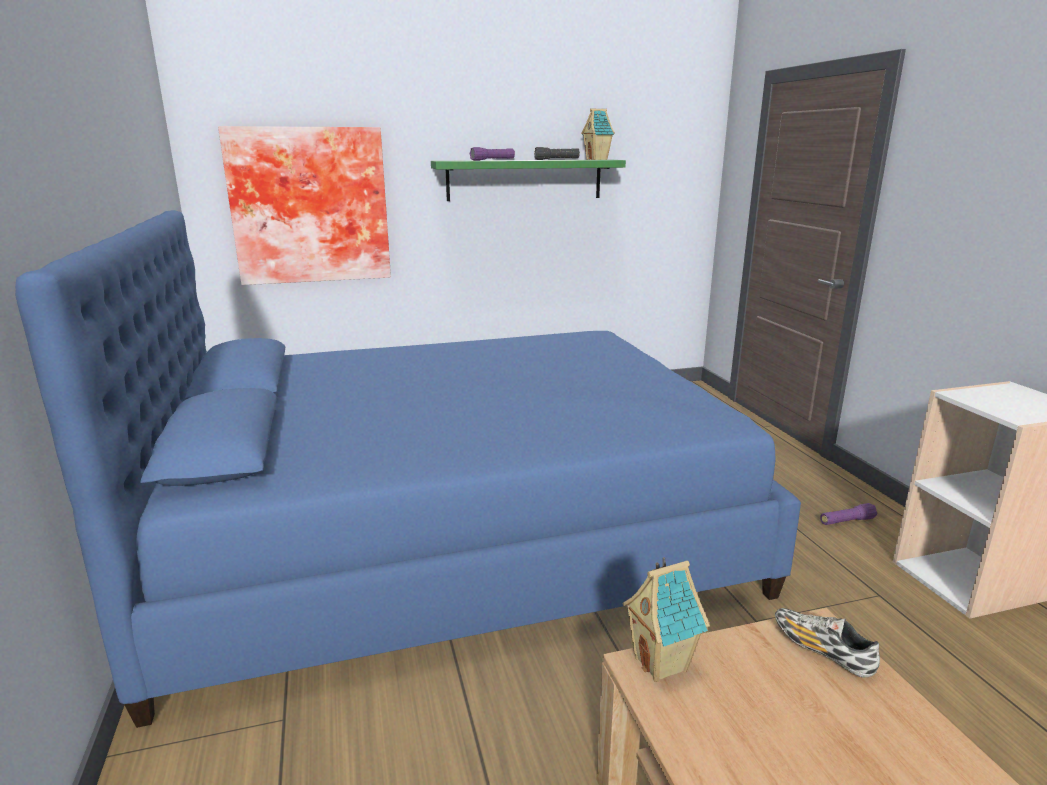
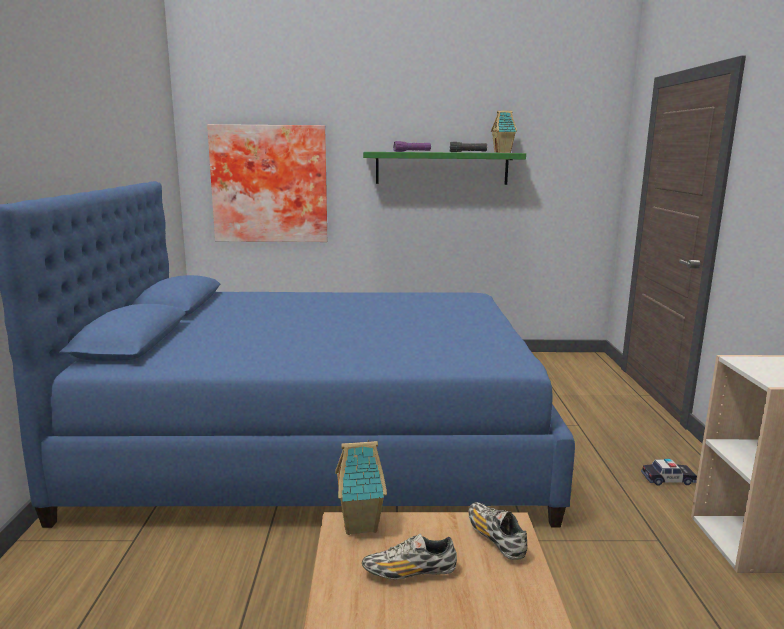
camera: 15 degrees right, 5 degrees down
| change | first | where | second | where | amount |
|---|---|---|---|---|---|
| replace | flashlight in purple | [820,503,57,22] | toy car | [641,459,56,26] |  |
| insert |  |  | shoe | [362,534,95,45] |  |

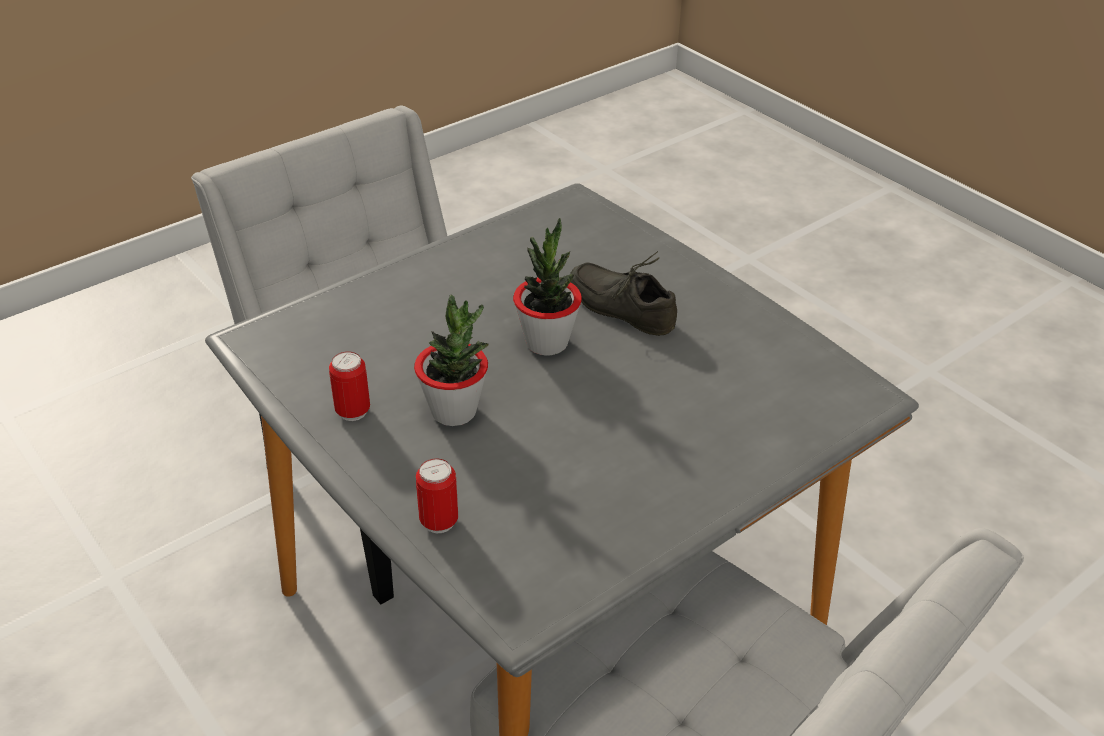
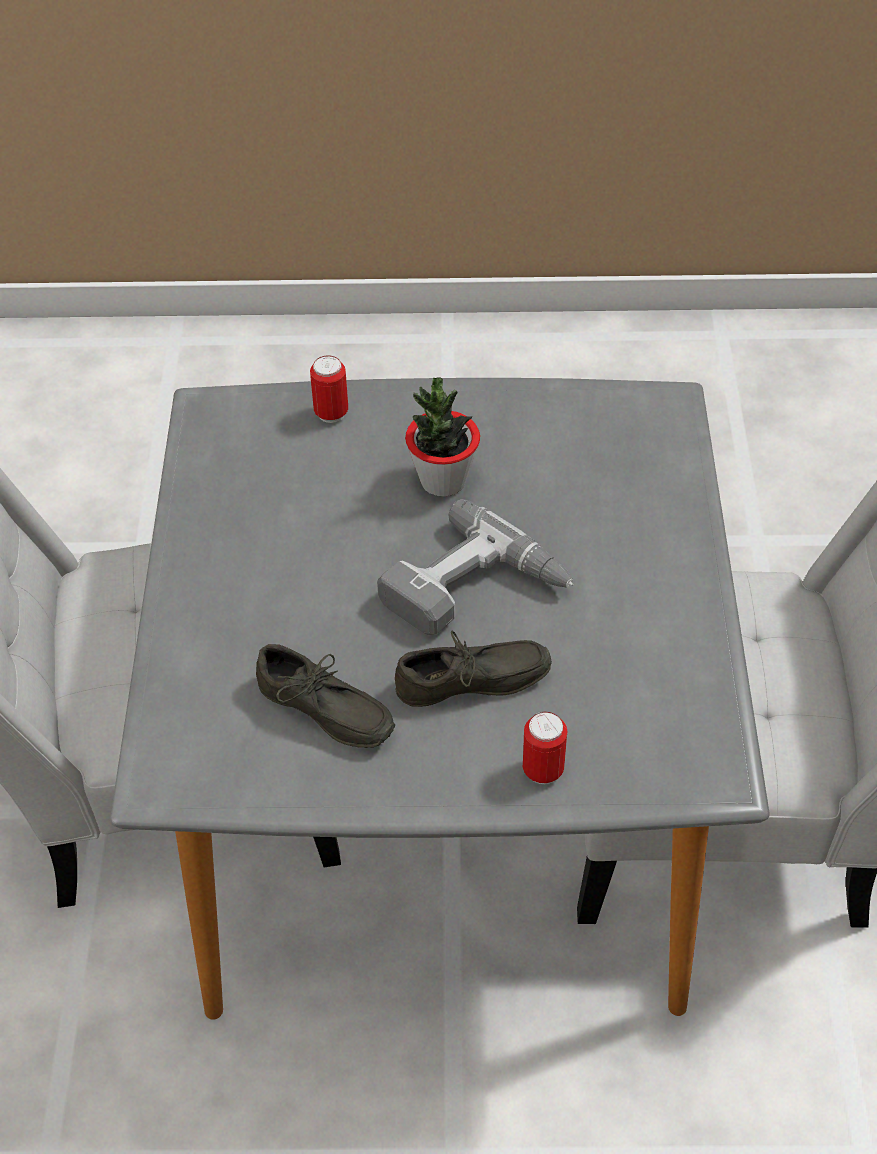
camera: 130 degrees right, 10 degrees up
| change | first | where | second | where | amount |
|---|---|---|---|---|---|
| move | can | [329,351,41,70] |  | [523,712,44,72] |  |
| replace | potted plant | [513,218,69,138] | power drill | [377,499,196,136] |  |
| insert |  |  | shoe in grey | [256,644,139,104] |  |

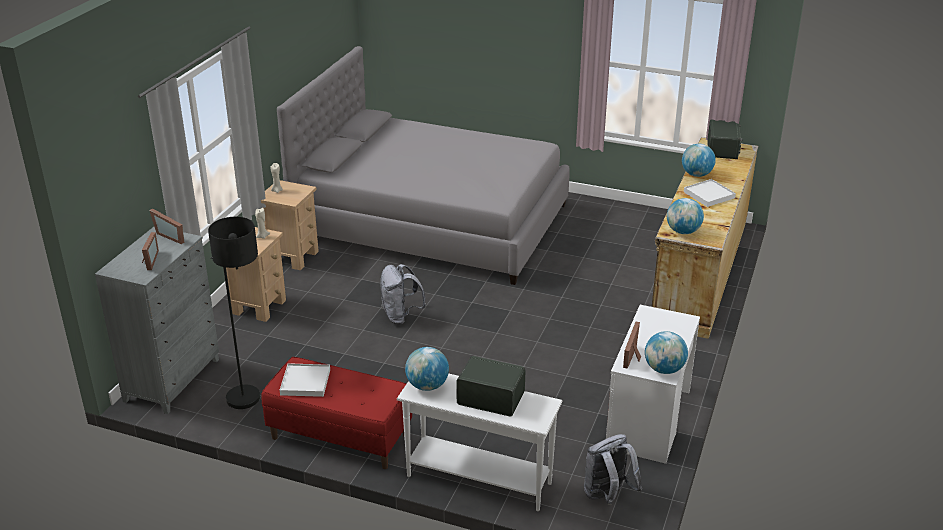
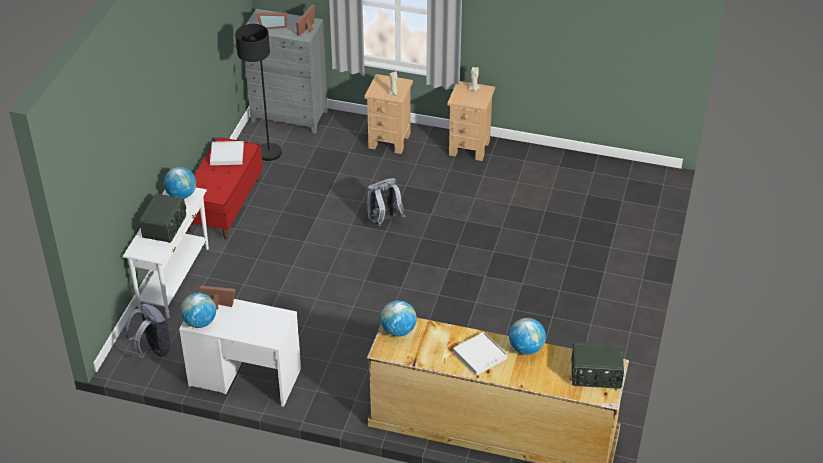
camera: 85 degrees right, 10 degrees up
| change | first | where | second | where | amount |
|---|---|---|---|---|---|
| delete | bed in grey | [277,46,293,239] |  |  |  |

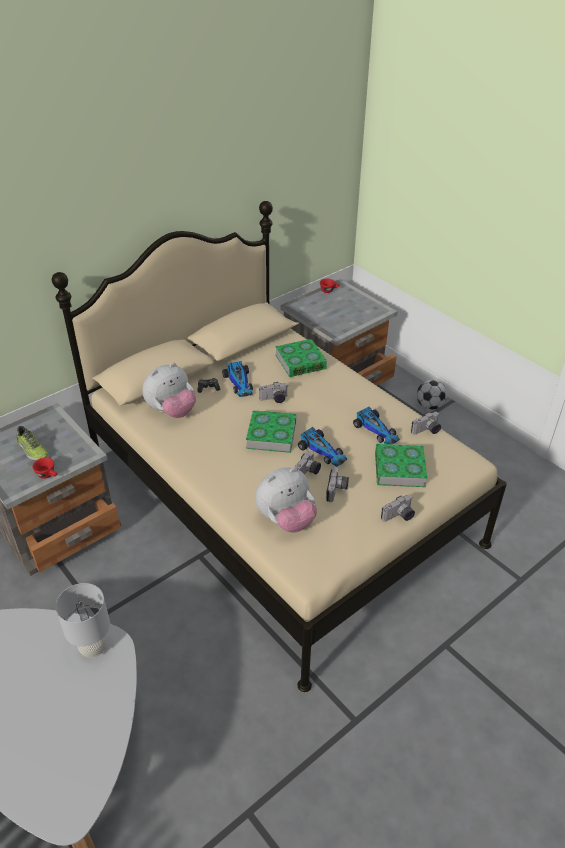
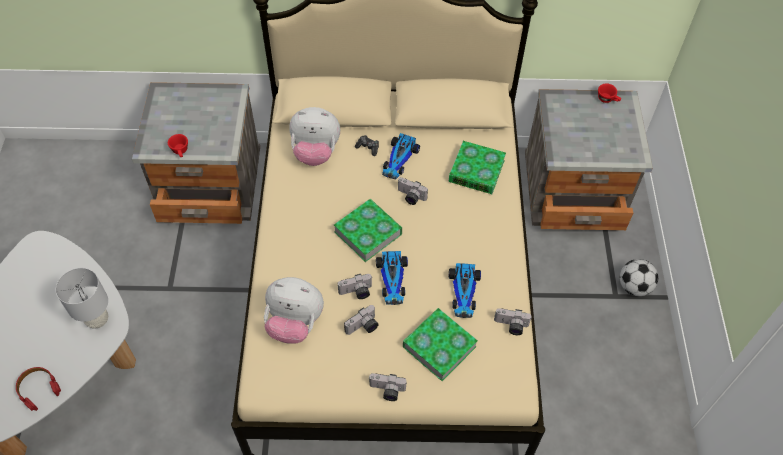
camera: 40 degrees right, 15 degrees up
| change | first | where | second | where | amount |
|---|---|---|---|---|---|
| delete | shoe | [16,426,33,34] |  |  |  |
| insert |  |  | headphones in red | [16,367,45,44] |  |

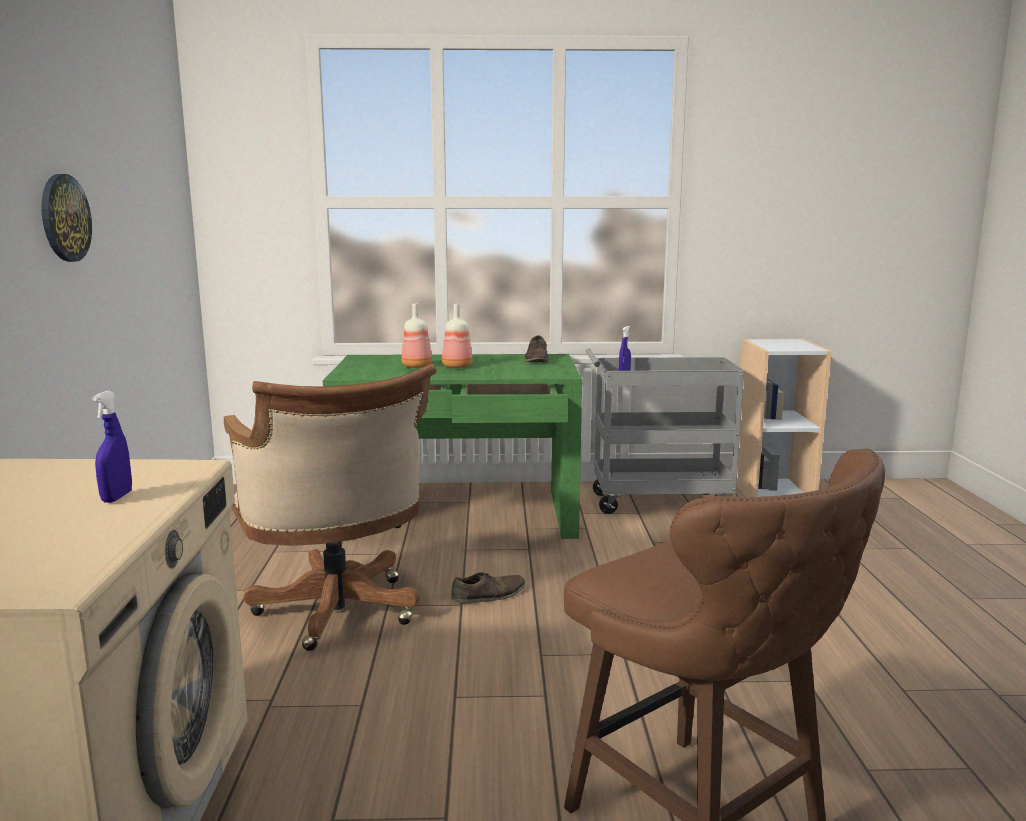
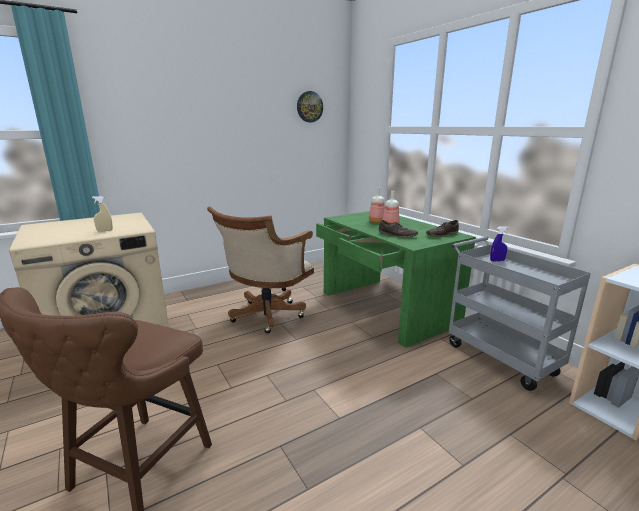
camera: 60 degrees right, 5 degrees up
| change | first | where | second | where | amount |
|---|---|---|---|---|---|
| move | wall clock | [41,174,51,88] |  | [297,91,26,31] |  |
| recolor | spray bottle in blue | [92,391,40,112] | spray bottle in beige | [92,196,21,36] |  |
| move | shoe in brown | [451,572,74,32] |  | [379,220,39,18] |  |

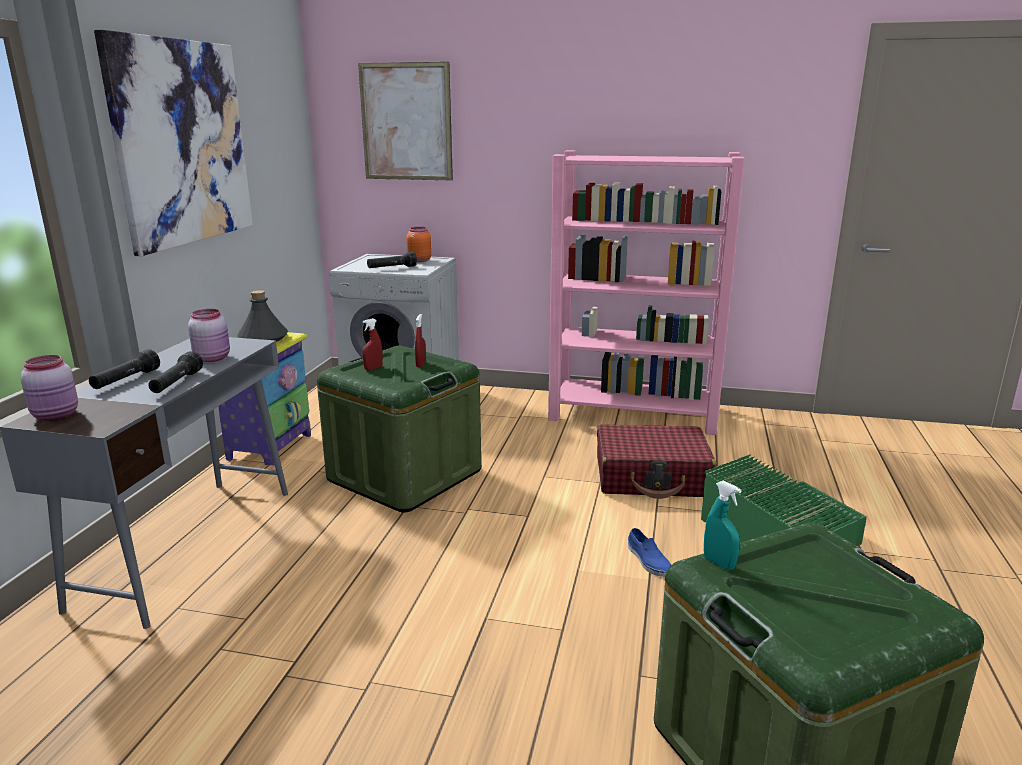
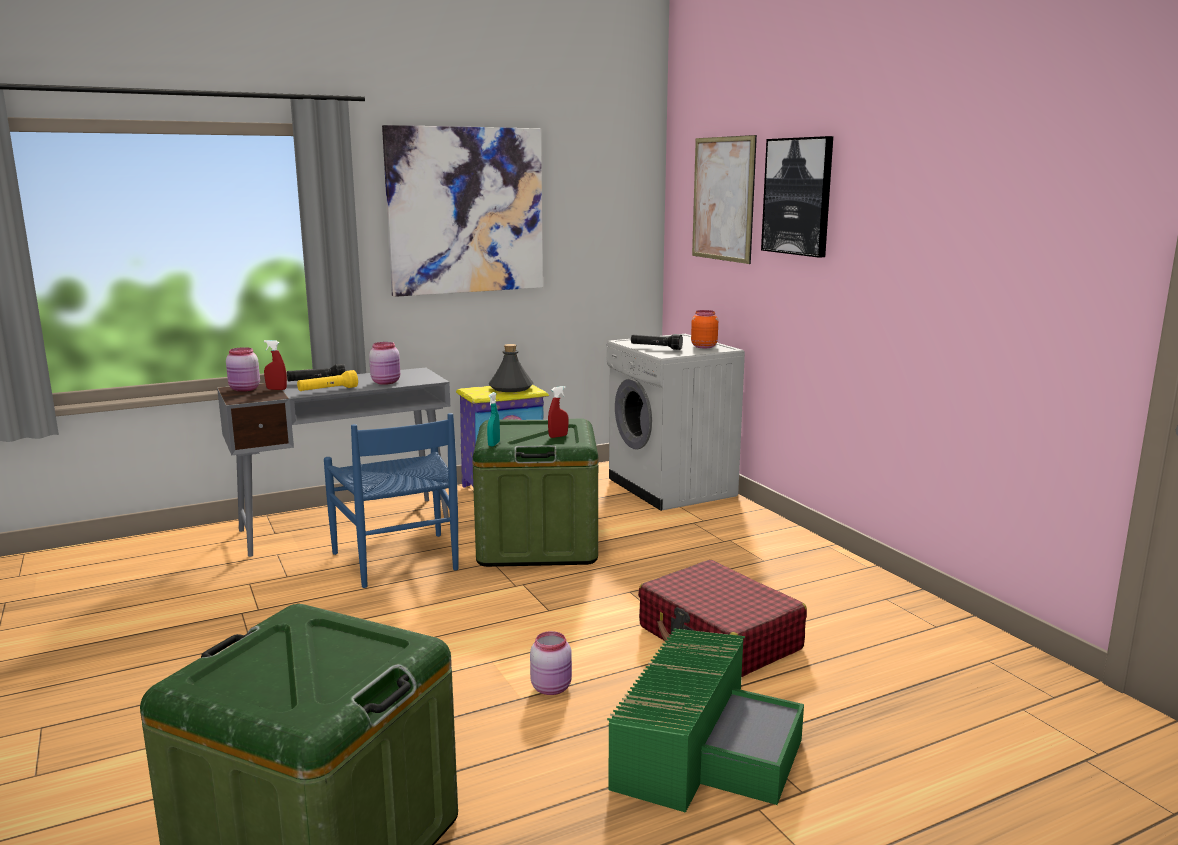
camera: 50 degrees right, 5 degrees down
| change | first | where | second | where | amount |
|---|---|---|---|---|---|
| recolor | flashlight in black | [148,351,55,42] | flashlight in yellow | [297,370,61,21] |  |
| move | spray bottle in red | [362,318,21,53] |  | [264,340,23,50] |  |
| delete | bookcase in pink | [548,150,197,285] |  |  |  |
| replace | shoe in blue | [628,528,43,49] | jar in pink | [530,631,42,64] |  |
| move | spray bottle in turquoise | [704,481,38,89] |  | [487,392,13,54] |  |
| insert |  |  | chair in blue | [324,413,134,175] |  |
| insert |  |  | picture | [761,136,72,122] |  |

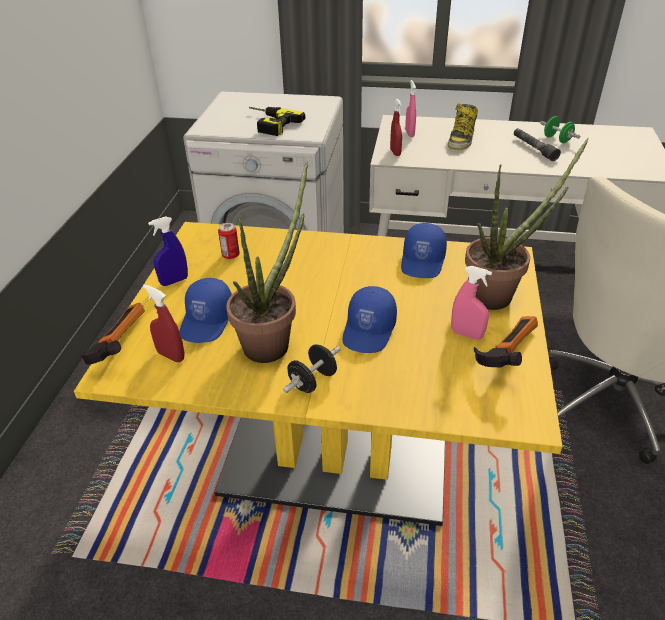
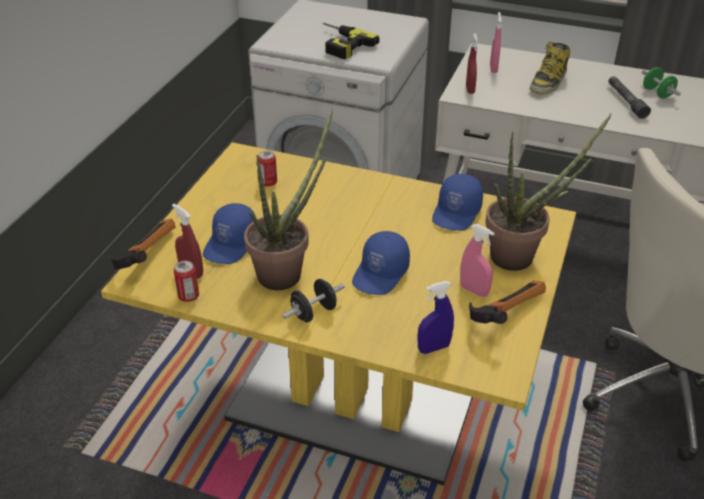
camera: 10 degrees right, 0 degrees up
| change | first | where | second | where | amount |
|---|---|---|---|---|---|
| move | spray bottle in blue | [148,216,40,70] |  | [417,281,37,73] |  |
| insert |  |  | can | [174,261,25,41] |  |

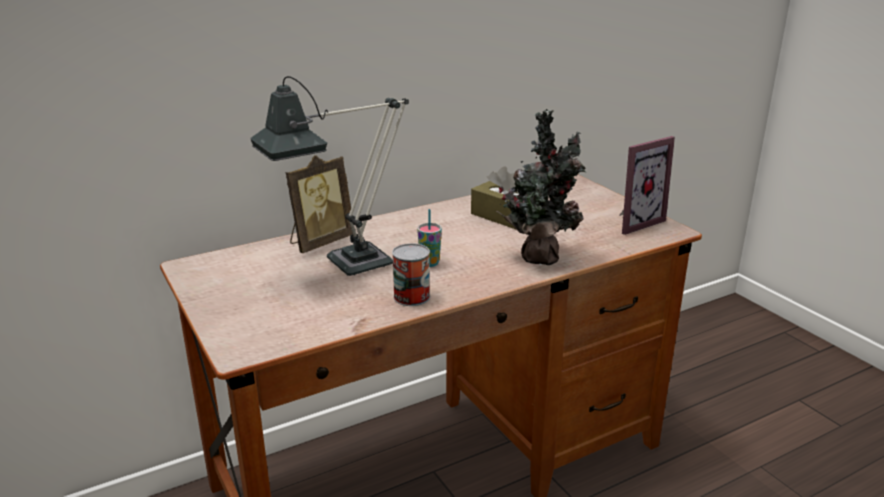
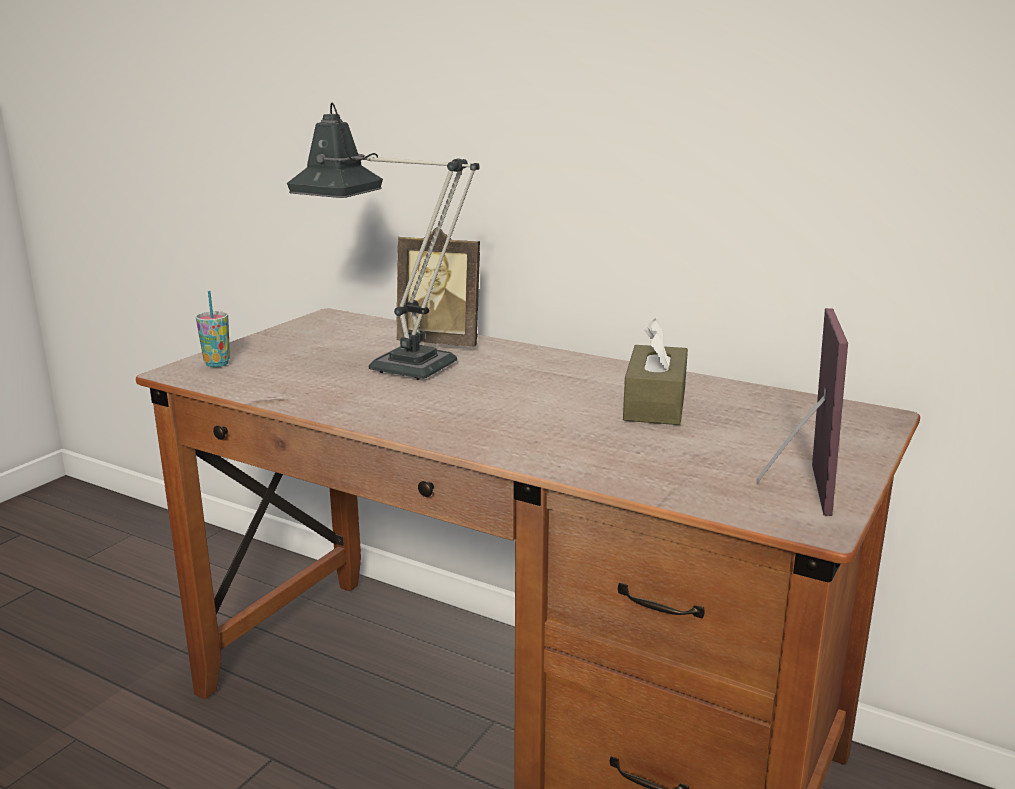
camera: 60 degrees right, 5 degrees down
| change | first | where | second | where | amount |
|---|---|---|---|---|---|
| delete | can | [392,243,38,63] |  |  |  |
| move | cup | [417,209,25,58] |  | [196,291,34,76] |  |
| delete | potted plant | [497,109,89,156] |  |  |  |
| rotate | picture frame | [619,136,56,99] |  | [756,308,92,208] | 105 degrees counterclockwise |

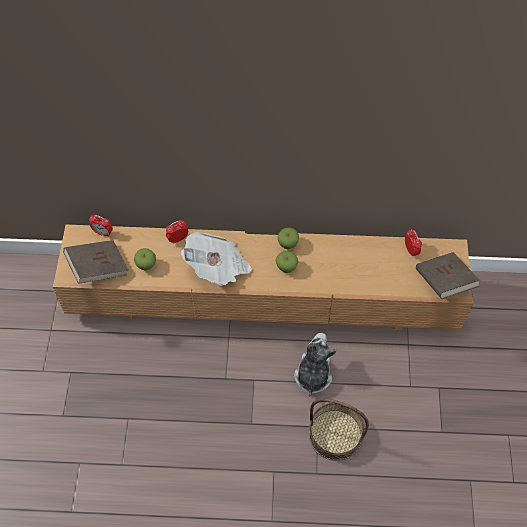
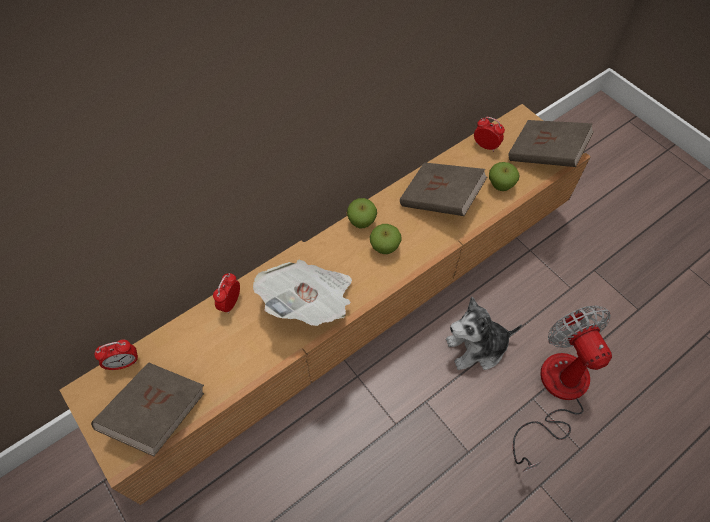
camera: 40 degrees left, 0 degrees up
| change | first | where | second | where | amount |
|---|---|---|---|---|---|
| move | apple | [134,248,22,22] |  | [489,162,30,29] |  |
| rotate | plush toy | [294,333,43,64] |  | [446,297,76,73] | 75 degrees counterclockwise |
| replace | basket | [309,399,60,62] | fan | [513,306,99,166] |  |
| insert |  |  | book in brown | [400,162,87,54] |  |

